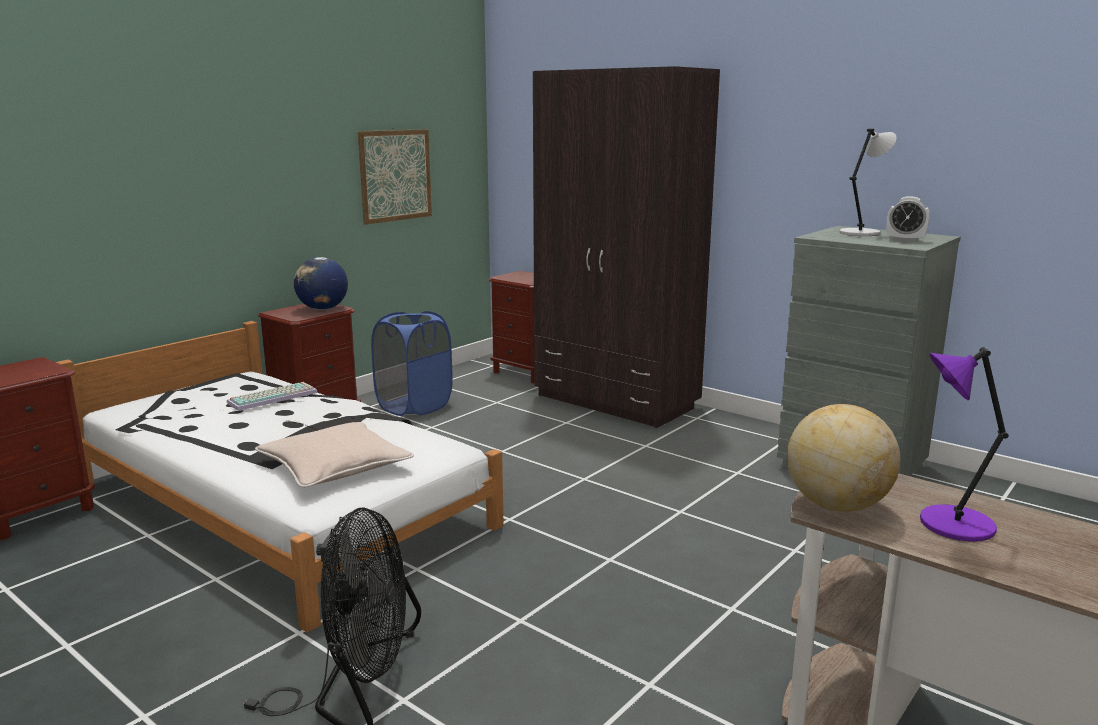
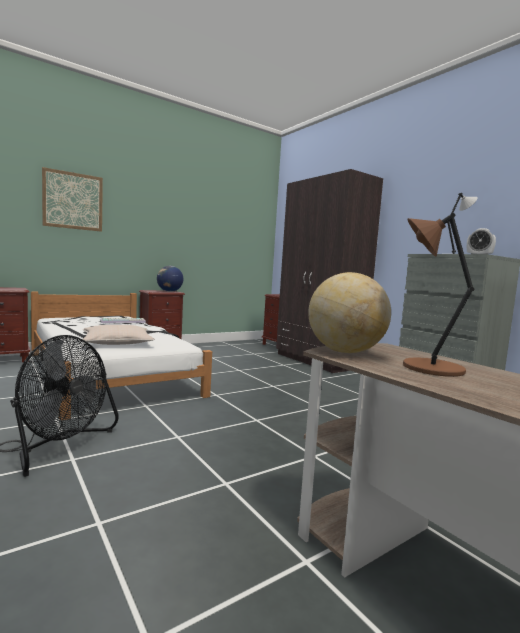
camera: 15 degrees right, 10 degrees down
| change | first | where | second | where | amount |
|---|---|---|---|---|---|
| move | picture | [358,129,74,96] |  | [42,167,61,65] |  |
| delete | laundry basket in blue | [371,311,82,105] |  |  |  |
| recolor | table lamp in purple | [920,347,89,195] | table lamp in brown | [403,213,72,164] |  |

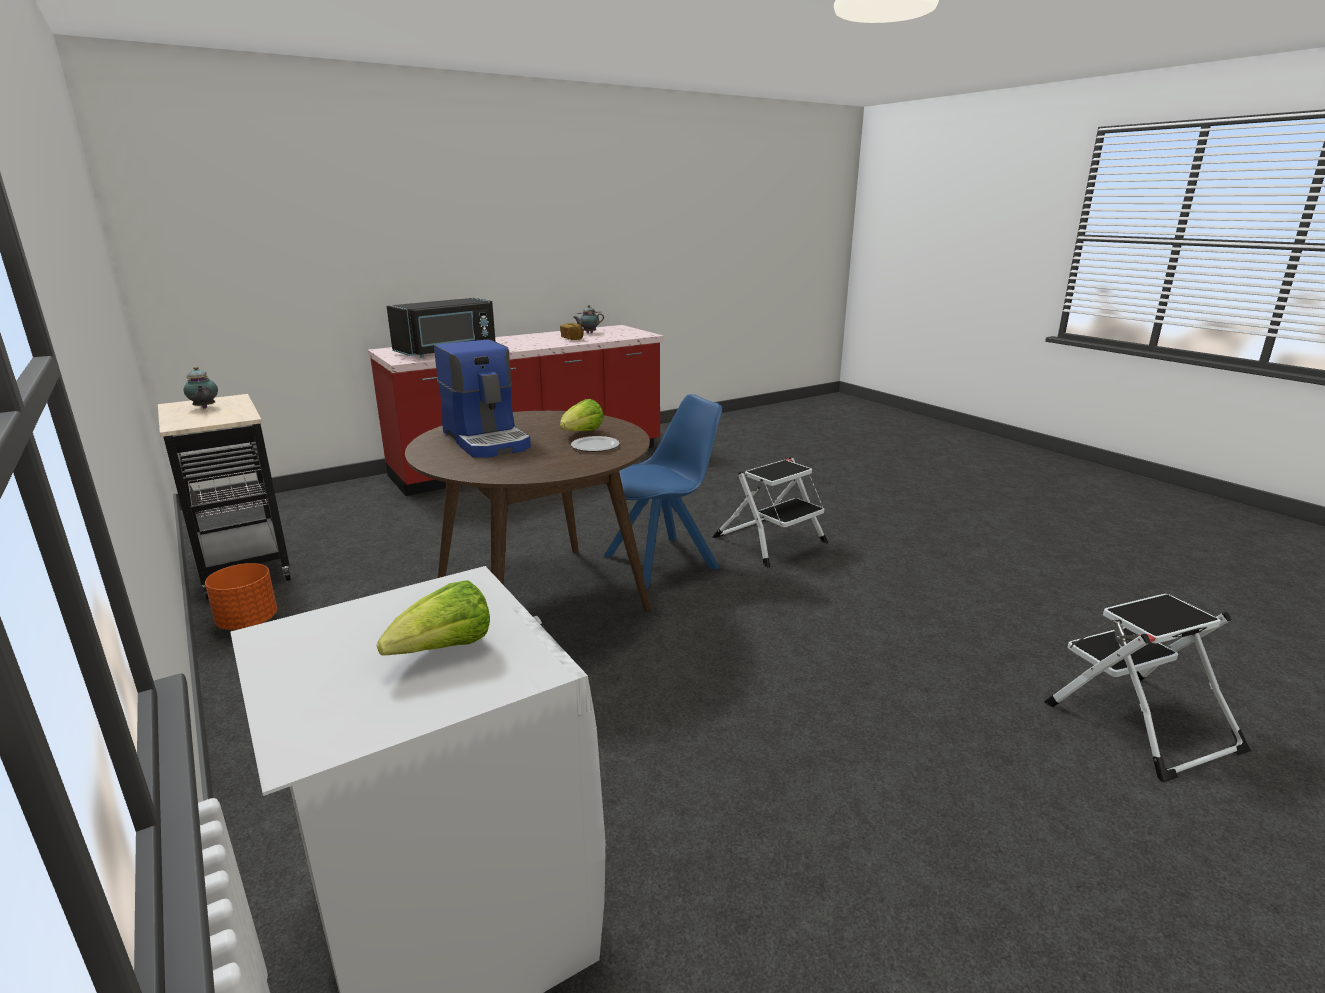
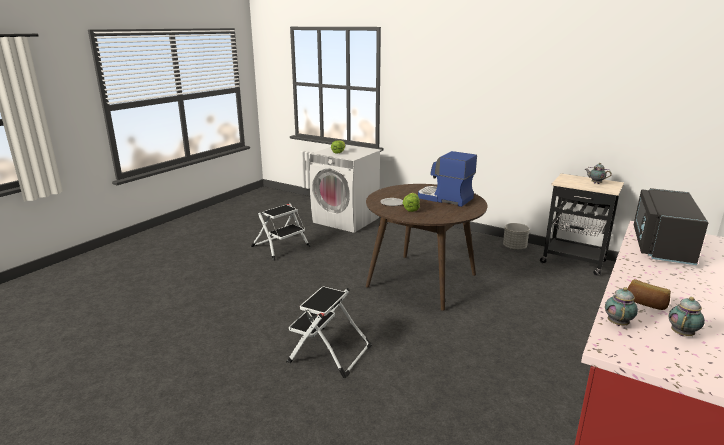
camera: 155 degrees right, 0 degrees up
| change | first | where | second | where | amount |
|---|---|---|---|---|---|
| recolor | planter in orange | [205,563,72,67] | planter in grey | [503,223,26,27] |  |
| delete | chair in blue | [604,394,118,195] |  |  |  |
| move | step ladder | [1044,594,207,188] |  | [251,203,60,58] |  |
| insert |  |  | teapot | [605,287,33,39] |  |

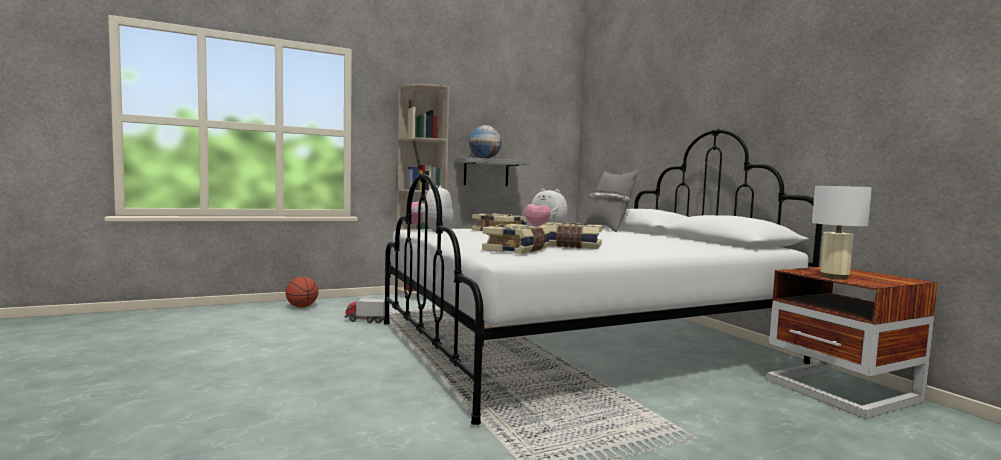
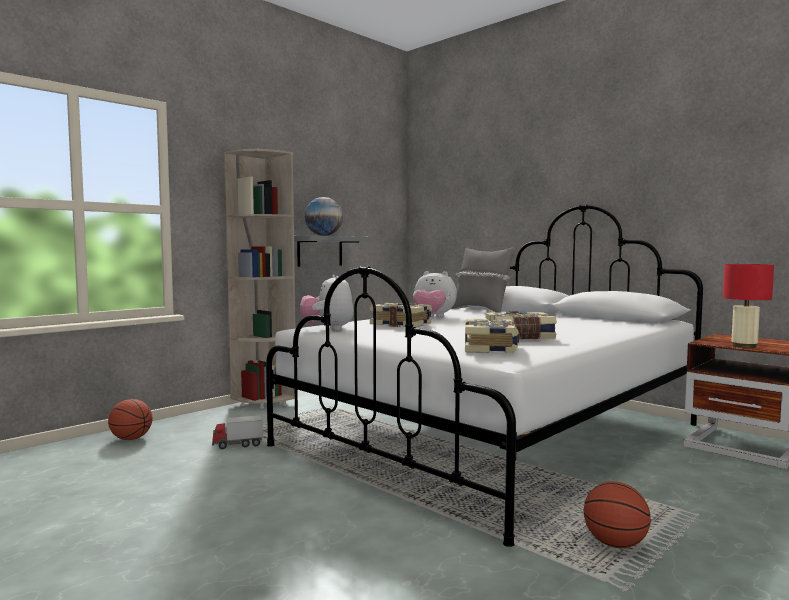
camera: 20 degrees left, 0 degrees up
| change | first | where | second | where | amount |
|---|---|---|---|---|---|
| recolor | table lamp in white | [812,186,60,94] | table lamp in red | [723,264,51,84] |  |
| insert |  |  | basketball | [584,481,67,67] |  |

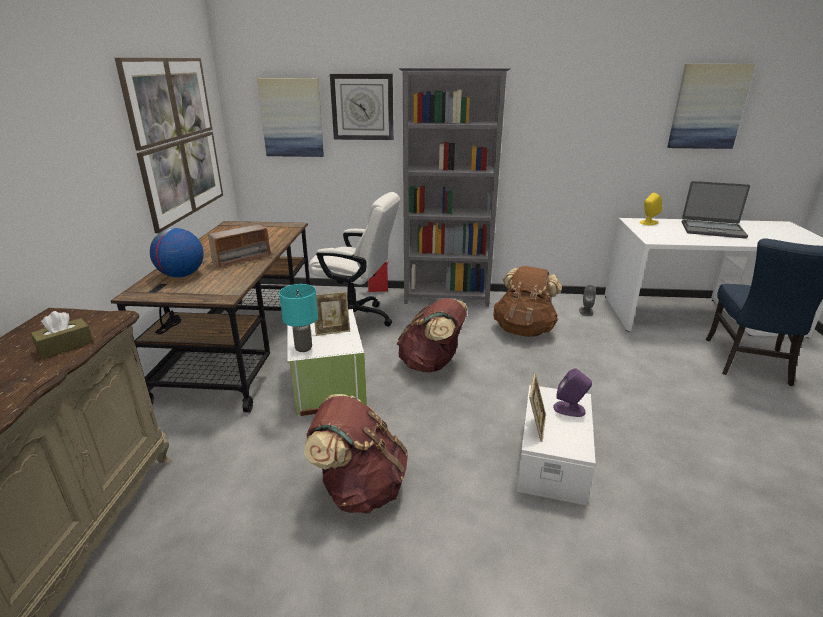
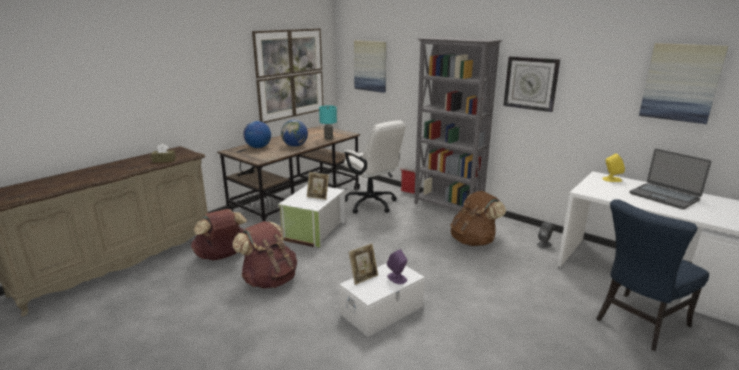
camera: 35 degrees right, 5 degrees down
| change | first | where | second | where | amount |
|---|---|---|---|---|---|
| replace | radio | [208,224,65,44] | globe | [281,120,27,27] |  |
| move | table lamp in turquoise | [279,284,39,68] |  | [319,105,18,35] |  |
| move | wall clock | [330,74,64,66] |  | [503,56,57,56] |  |
| move | backpack in brown | [397,298,71,75] |  | [191,209,56,52] |  |

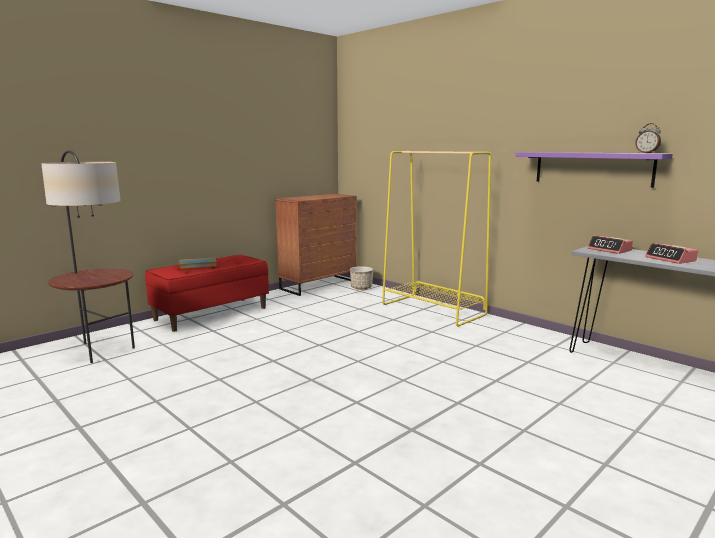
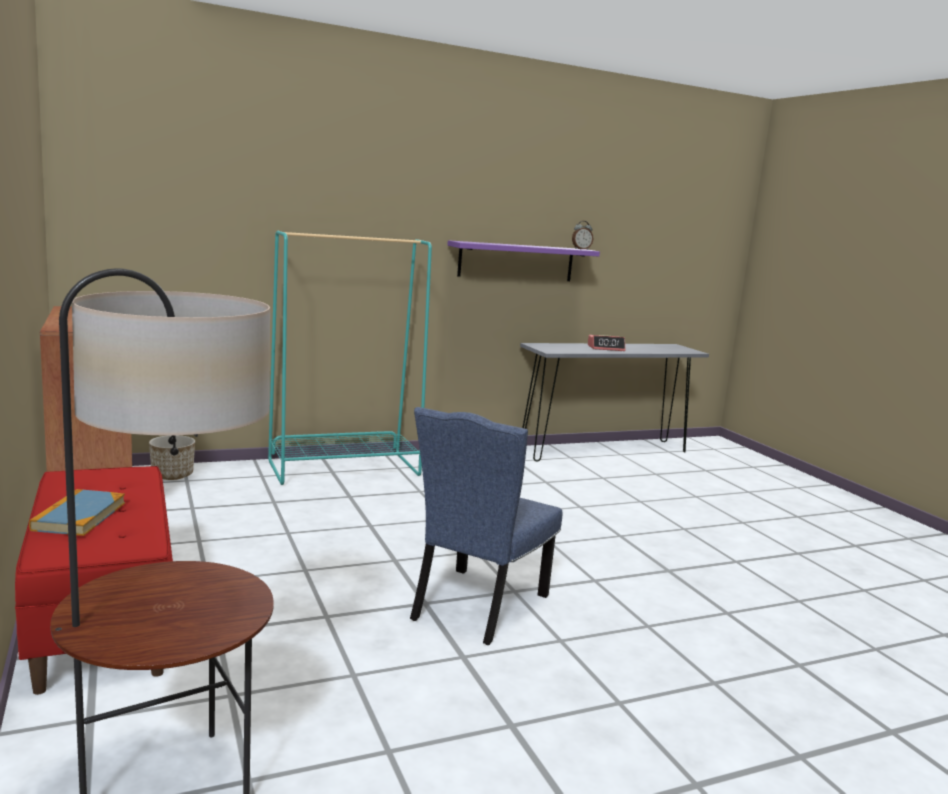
camera: 70 degrees left, 0 degrees up
| change | first | where | second | where | amount |
|---|---|---|---|---|---|
| recolor | clothes rack in yellow | [382,151,109,176] | clothes rack in turquoise | [268,231,164,254] |  |
| delete | alarm clock | [587,235,46,19] |  |  |  |
| insert |  |  | chair in blue | [410,407,152,238] |  |

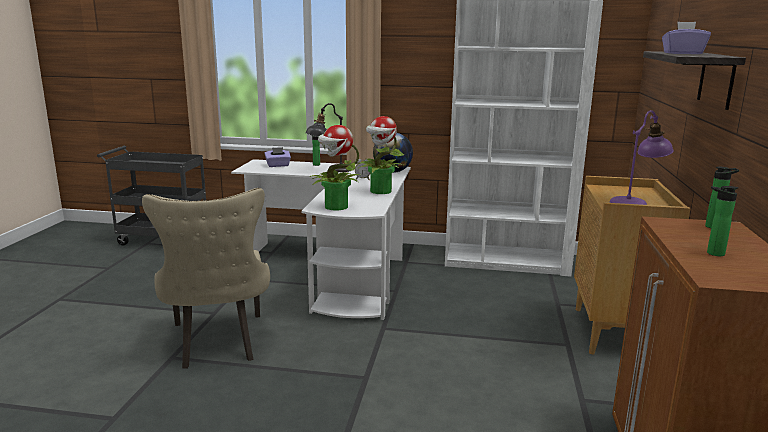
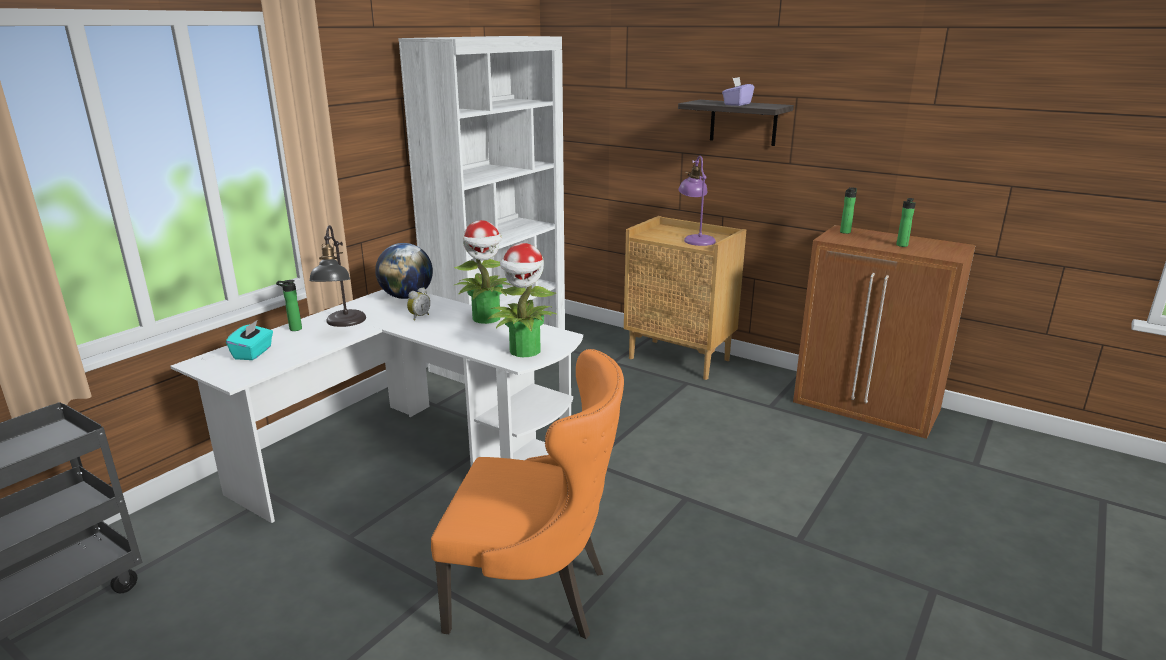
camera: 65 degrees left, 5 degrees up
| change | first | where | second | where | amount |
|---|---|---|---|---|---|
| recolor | chair in beige | [142,188,128,181] | chair in orange | [431,349,193,290] |  |
| recolor | tissue box in purple | [264,147,27,20] | tissue box in turquoise | [226,321,47,39] |  |

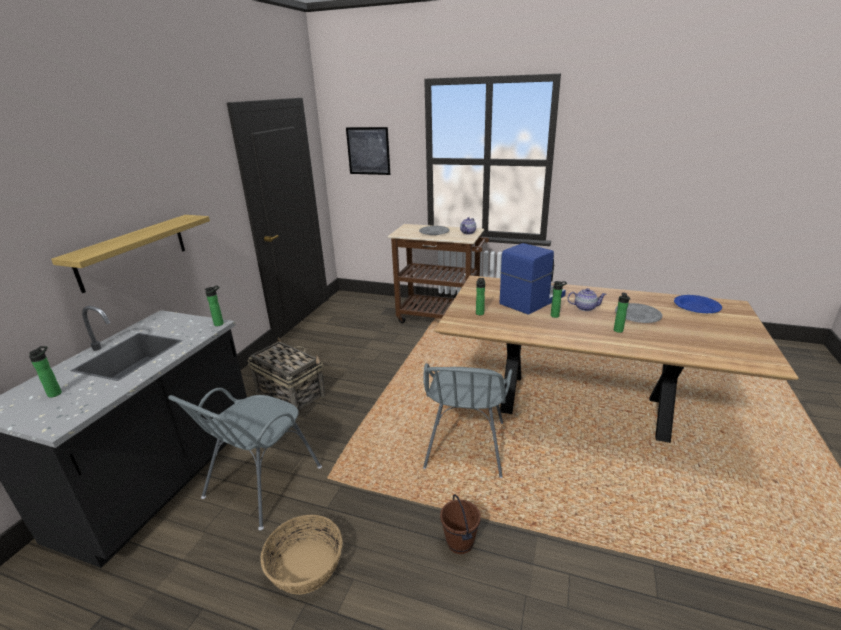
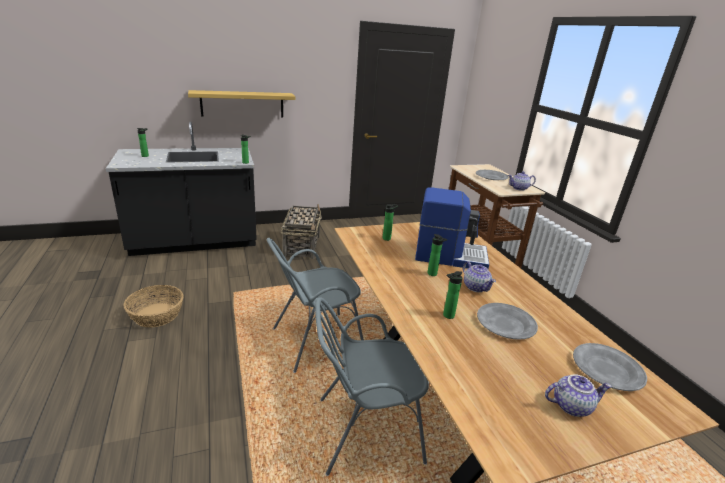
camera: 50 degrees right, 0 degrees up
| change | first | where | second | where | amount |
|---|---|---|---|---|---|
| move | chair in grey | [168,388,154,142] |  | [315,297,114,179] |  |
| delete | picture | [346,127,45,48] |  |  |  |
| delete | bucket in brown | [440,494,41,60] |  |  |  |
| recolor | plate in blue | [674,295,48,18] | plate in grey | [573,343,74,48] |  |
| insert |  |  | teapot | [545,374,67,43] |  |

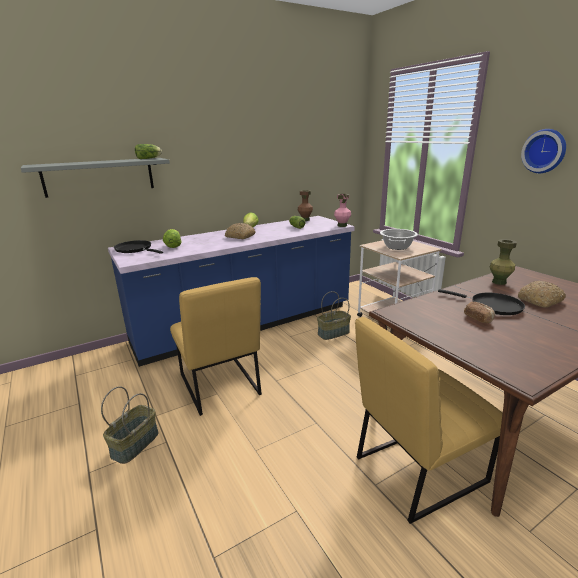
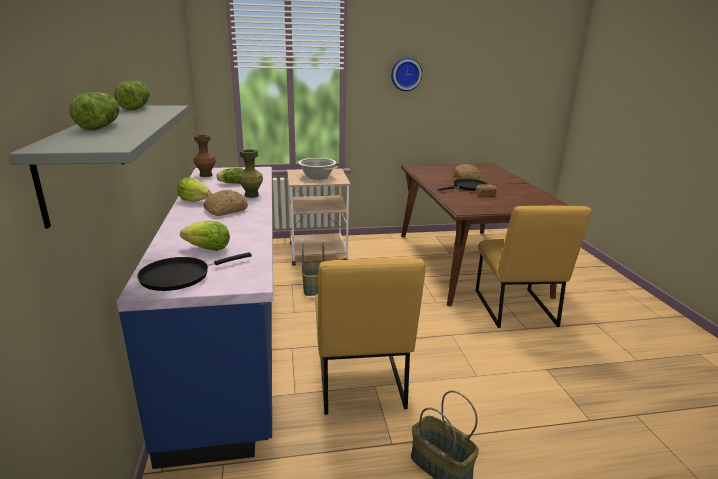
camera: 70 degrees left, 0 degrees up
| change | first | where | second | where | amount |
|---|---|---|---|---|---|
| rotate | chair in yellow | [170,277,92,139] |  | [315,258,111,157] | 90 degrees clockwise |
| delete | vase in pink | [334,194,17,33] |  |  |  |
| move | vase in green | [490,239,27,46] |  | [238,149,25,49] |  |
| insert |  |  | lettuce | [69,92,50,38] |  |

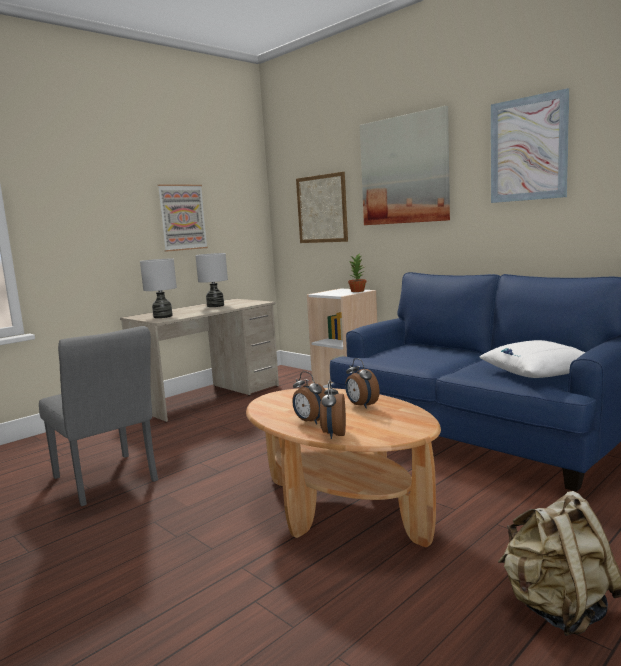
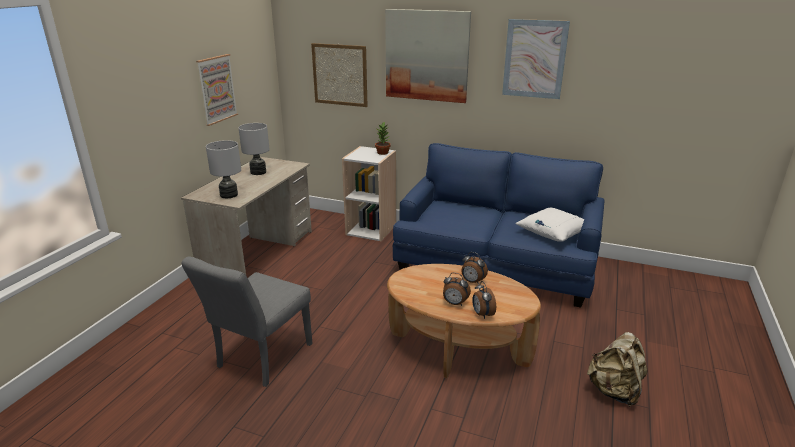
camera: 25 degrees left, 15 degrees up
| change | first | where | second | where | amount |
|---|---|---|---|---|---|
| rotate | chair in grey | [39,326,119,180] |  | [181,256,132,131] | 90 degrees clockwise |

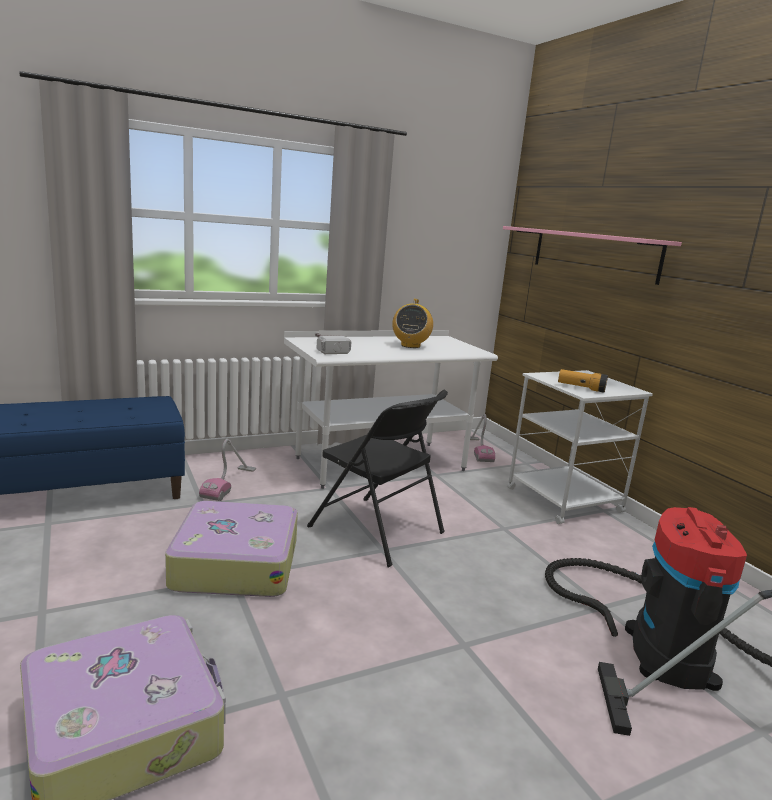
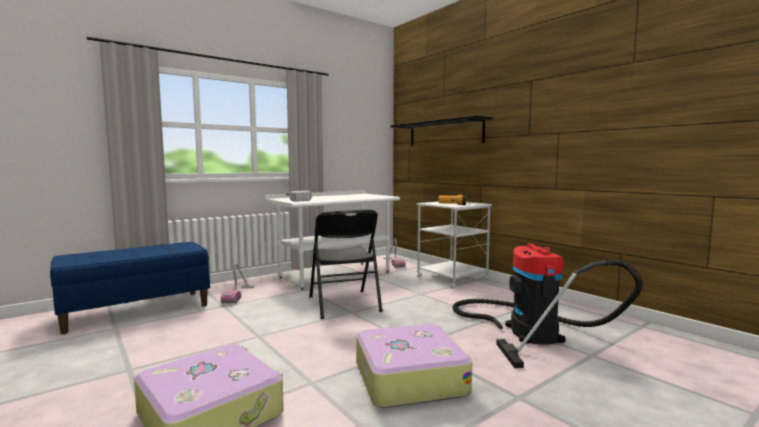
camera: 10 degrees left, 10 degrees down
| change | first | where | second | where | amount |
|---|---|---|---|---|---|
| move | suitcase | [165,501,133,96] |  | [356,324,117,84] |  |
| rotate | chair in black | [307,390,141,178] |  | [309,210,74,109] | 45 degrees clockwise |
| delete | radio | [392,299,41,49] |  |  |  |
| recolor | shelf in pink | [503,226,179,59] | shelf in black | [390,115,103,32] |  |

